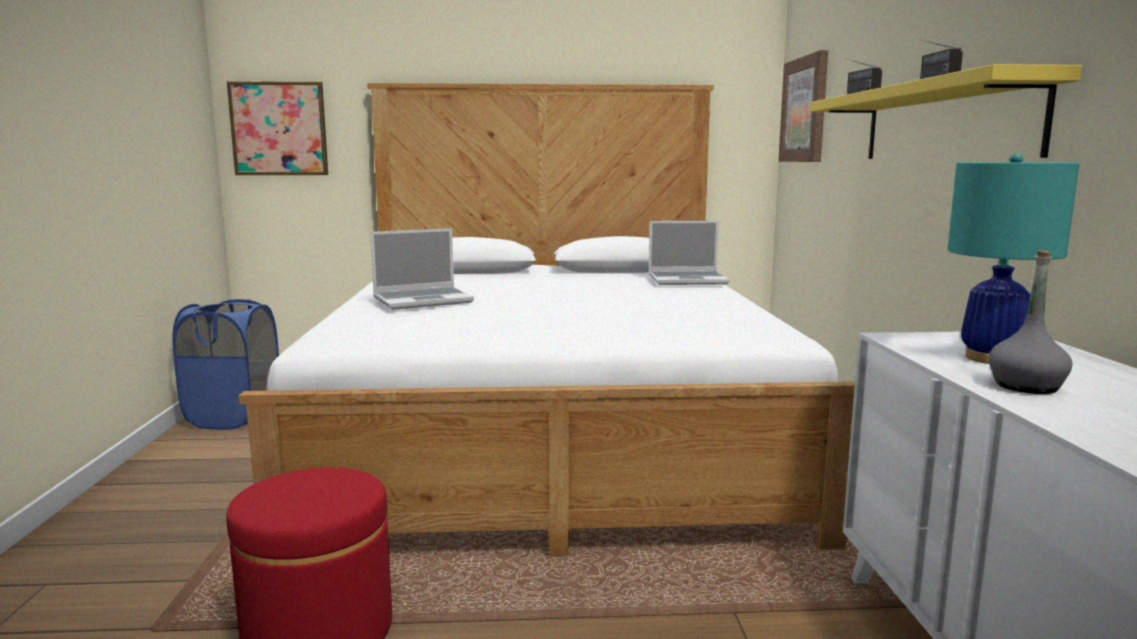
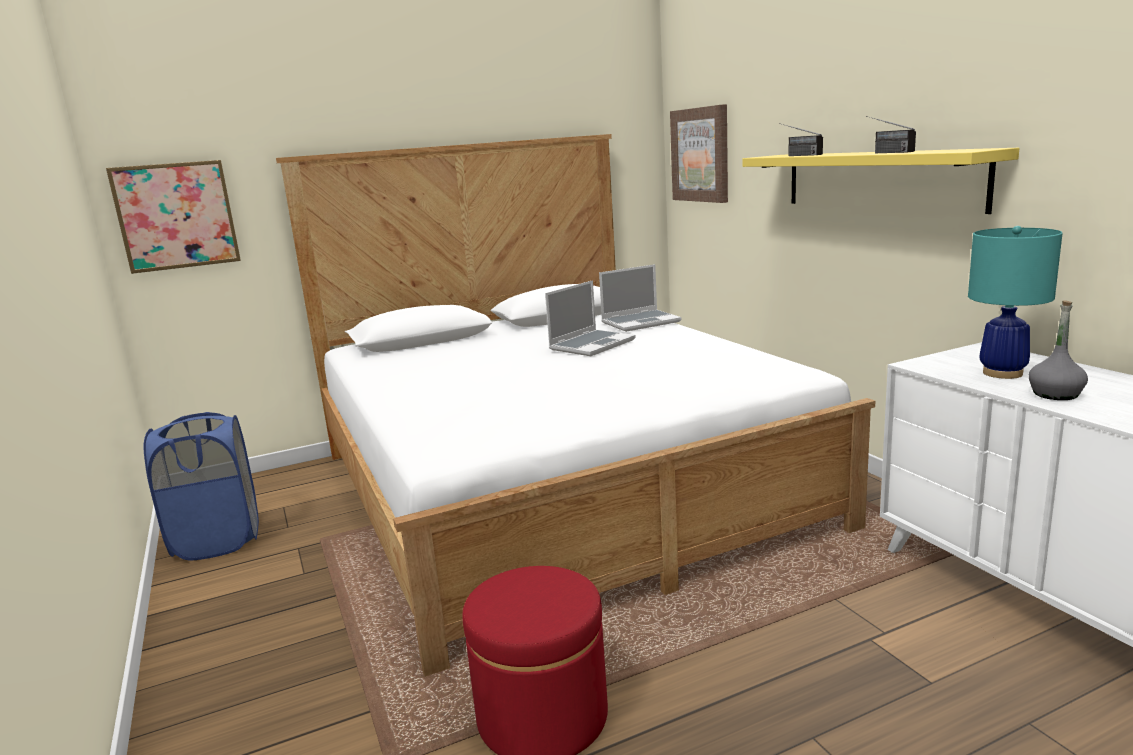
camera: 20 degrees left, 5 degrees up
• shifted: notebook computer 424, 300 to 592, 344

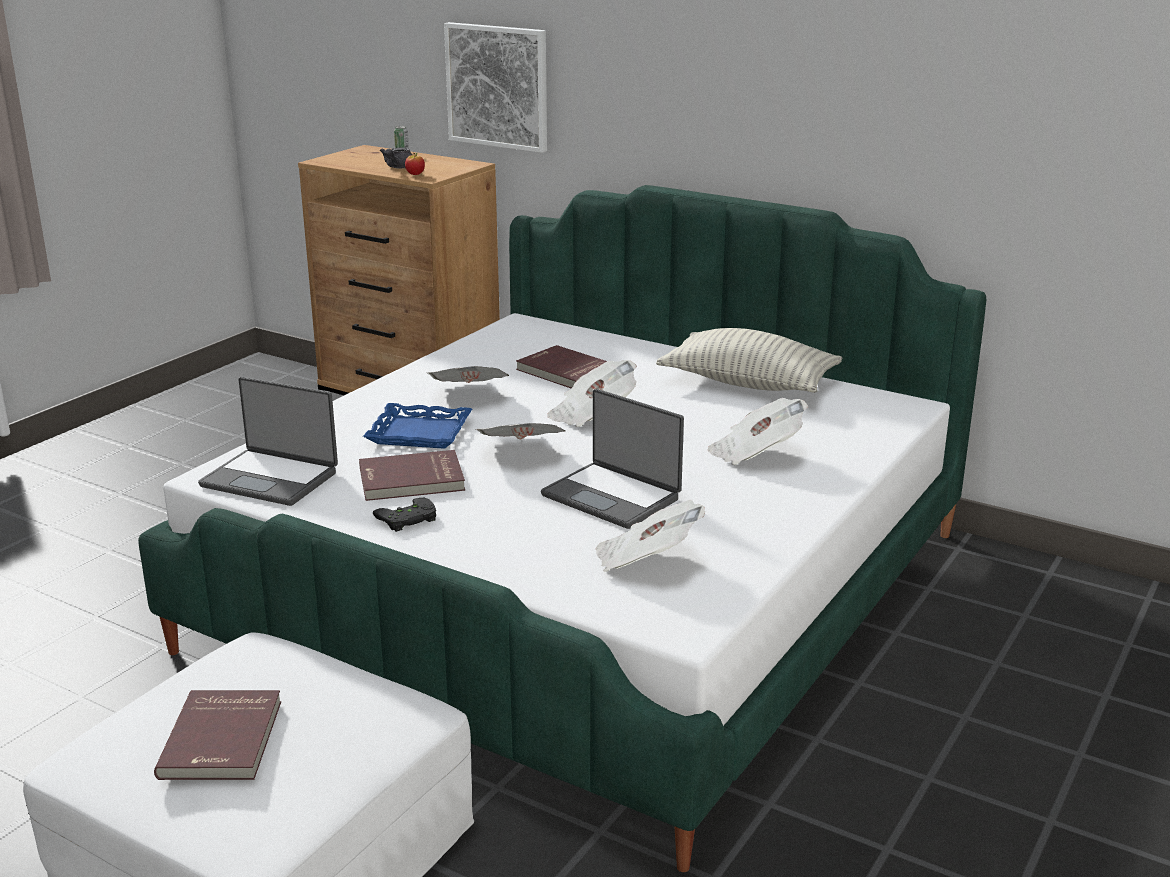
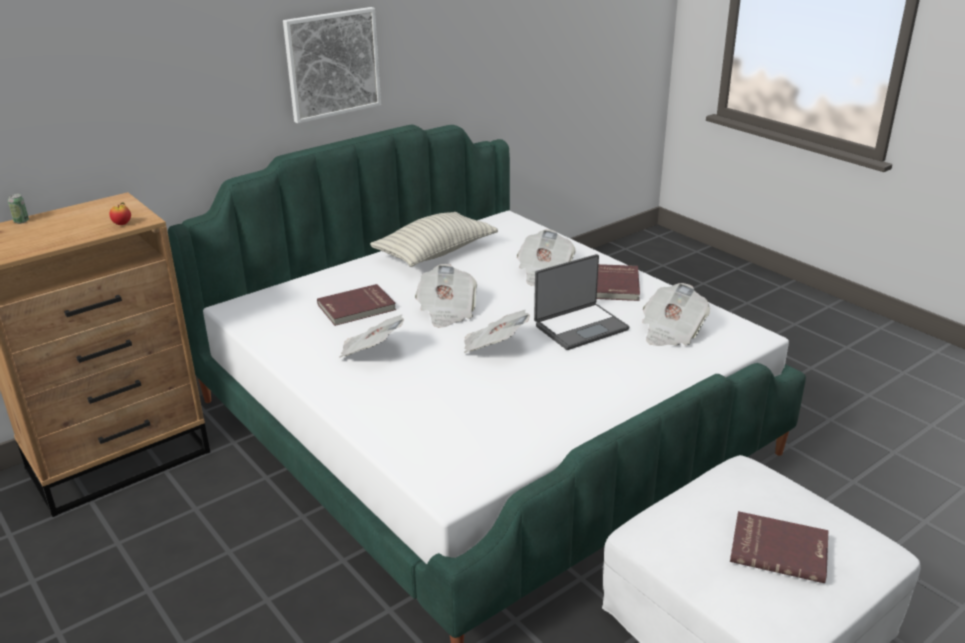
camera: 70 degrees left, 5 degrees up
• gone: notebook computer 271, 478
• gone: blue-coloured carrying tray 419, 433
• gone: black-coloured gamepad 408, 520
• gone: grey tea pot 398, 167
• shifted: red-coloured bound book 411, 480 to 616, 285
• shifted: wall art 498, 86 to 332, 64

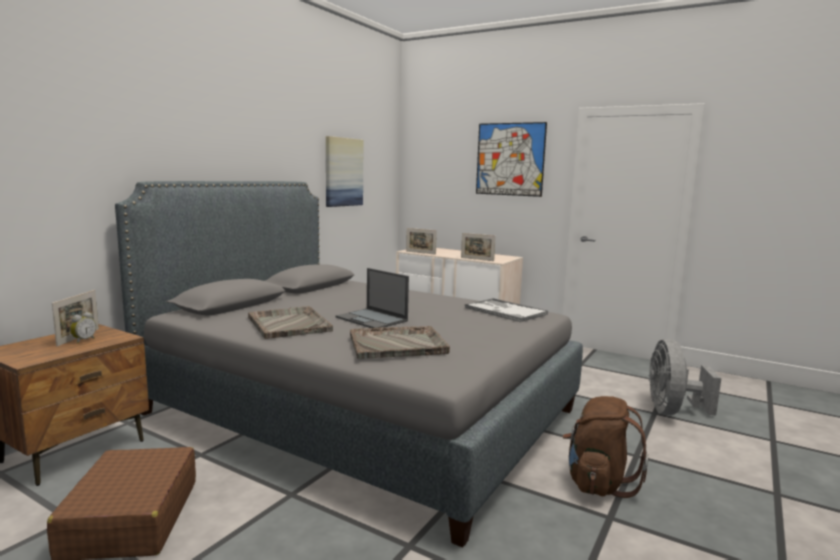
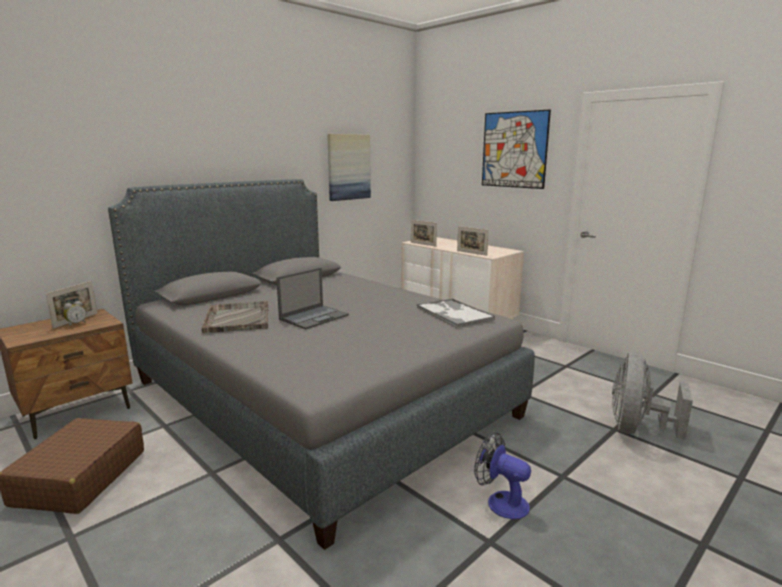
camera: 15 degrees right, 5 degrees up
• gone: grey carrying tray 398, 344
• swapped: brownish backpack 598, 483 to fan 501, 502
• rotated: notebook computer 372, 319 = 314, 317 105 degrees counterclockwise

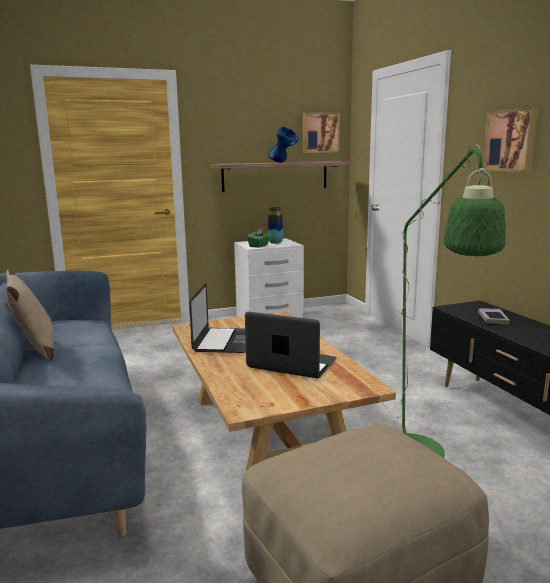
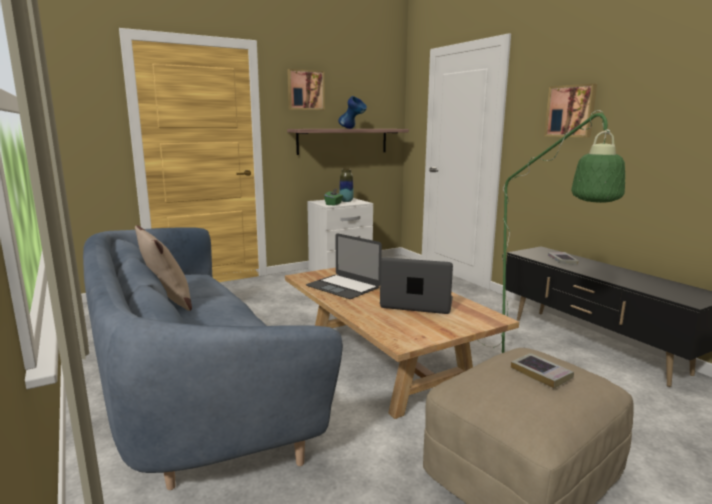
camera: 10 degrees left, 0 degrees up
• new: bound book 541, 374
• shifted: wall art 320, 132 to 305, 90
• rotated: notebook computer 224, 340 = 343, 286 135 degrees clockwise

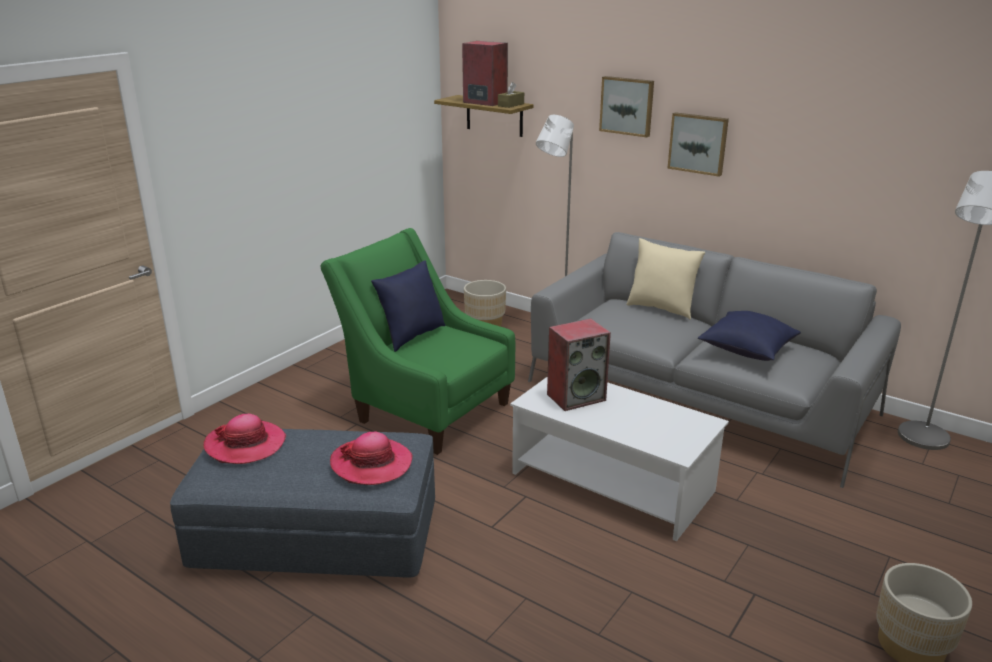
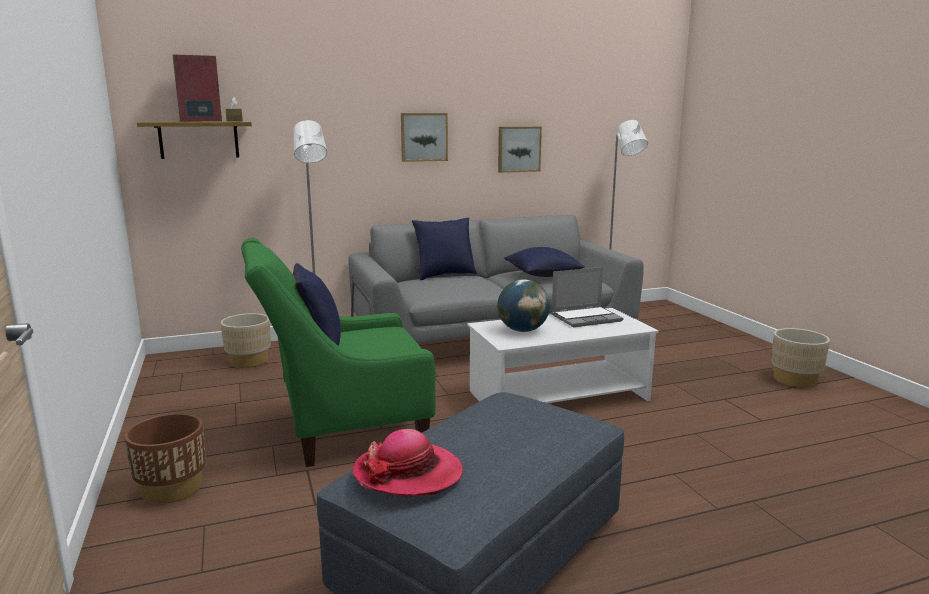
camera: 55 degrees left, 10 degrees down
• gone: wearable hat 371, 464
• new: brownish plant pot 172, 488
• new: notebook computer 586, 318
• shifted: wall art 627, 106 to 518, 149
• swapped: loudspeaker 576, 397 to globe 522, 330
• repainted: sand-coloured pillow 661, 308 to blue-coloured pillow 445, 275

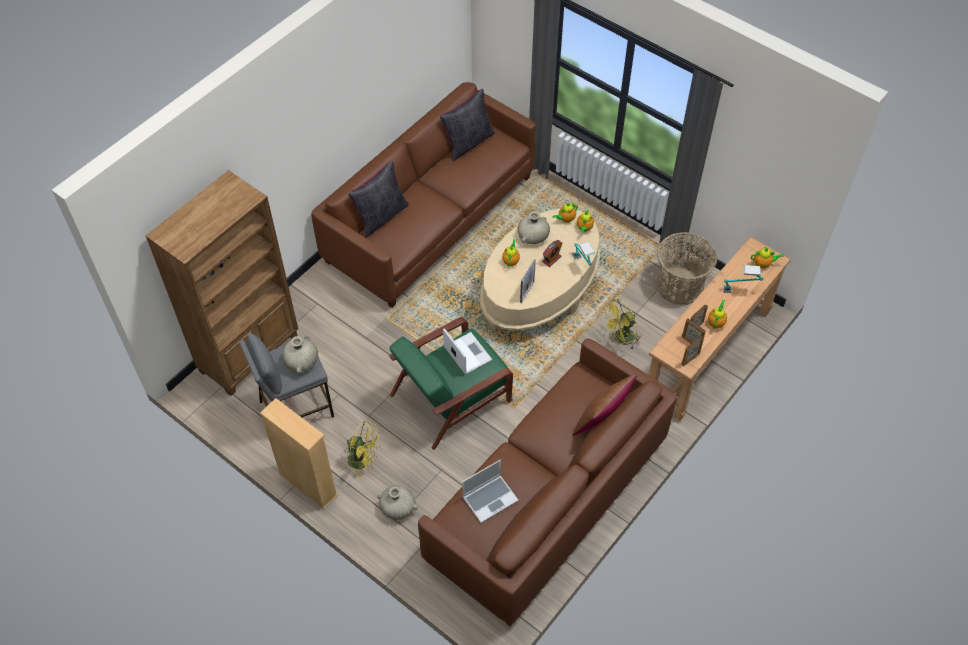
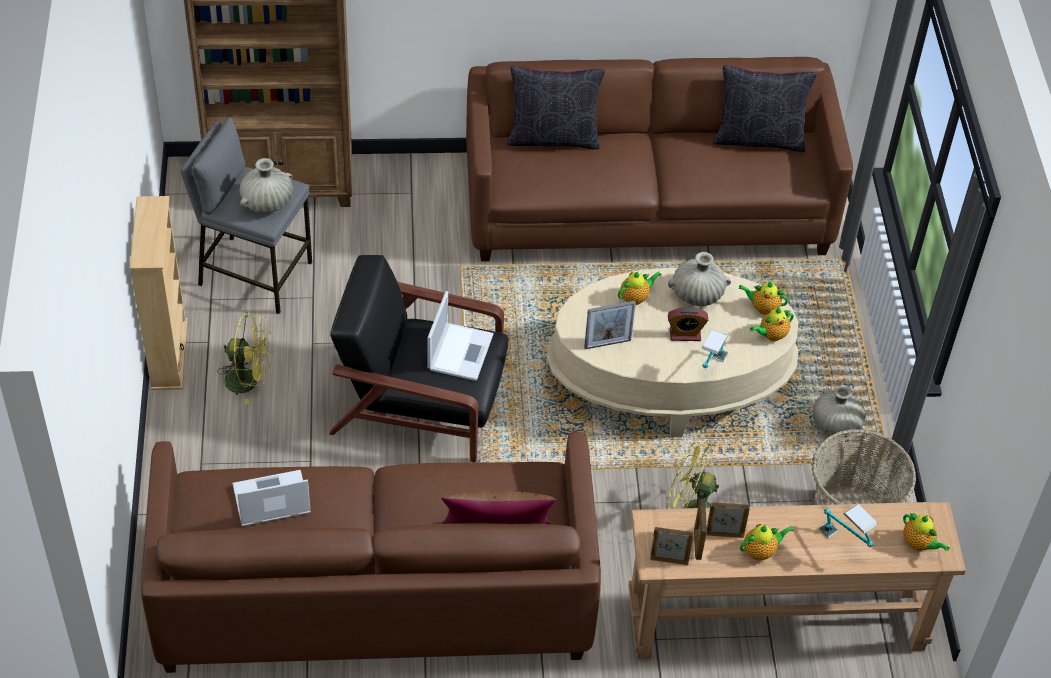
camera: 45 degrees right, 5 degrees down
• shifted: sand-coloured flower vase 398, 508 to 835, 425
• repainted: green-coloured easy chair 452, 396 to black-coloured easy chair 421, 402
• rotated: yellow-coloured fan 363, 460 = 249, 381 60 degrees counterclockwise
• rotated: notebook computer 490, 498 = 270, 501 150 degrees clockwise

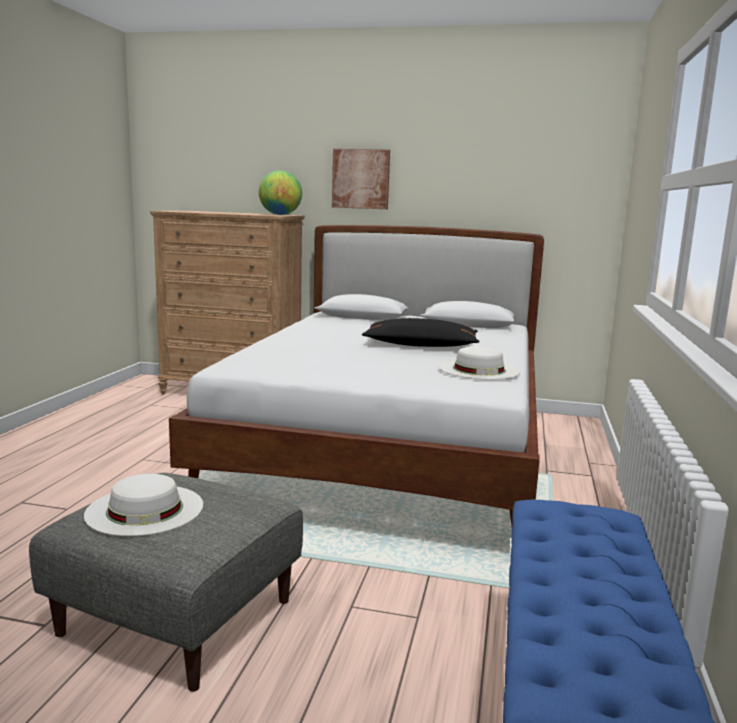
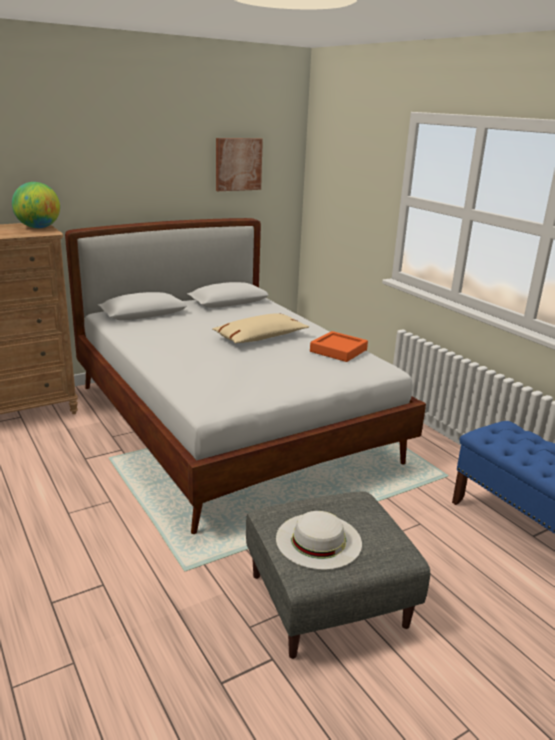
camera: 45 degrees left, 10 degrees up
• shifted: wall art 361, 179 to 238, 164
• swapped: white-coloured wearable hat 479, 369 to orangey carrying tray 338, 350
• repainted: black-coloured pillow 421, 346 to sand-coloured pillow 260, 337

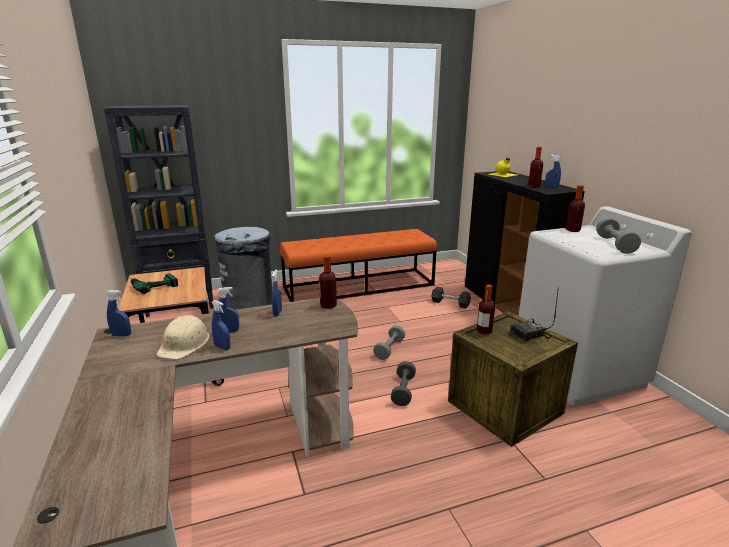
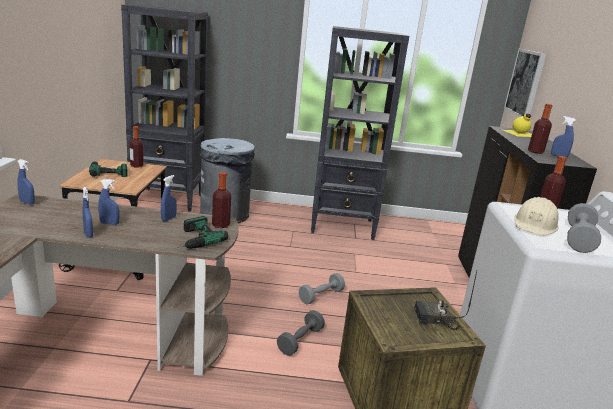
camera: 20 degrees right, 0 degrees up
• gone: grey dumbbell 450, 303
• new: power drill 192, 239
• new: wall art 525, 83
• shifted: sand-coloured hard hat 185, 344 to 535, 224
• shifted: beverage bottle 484, 331 to 137, 166
• swapped: orangey long seat 359, 286 to black-coloured bookcase 343, 226

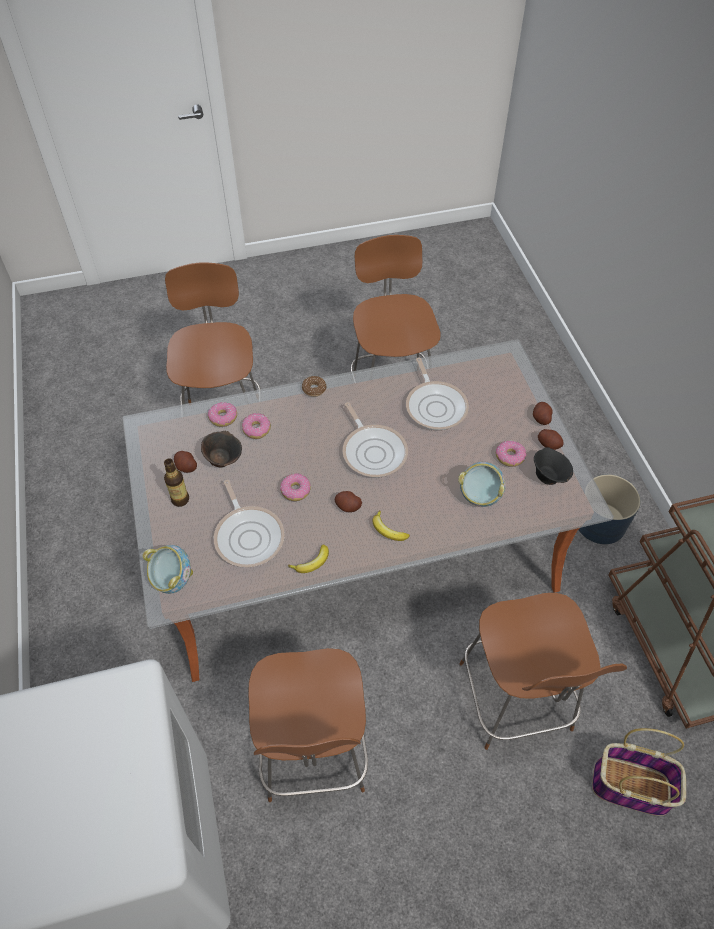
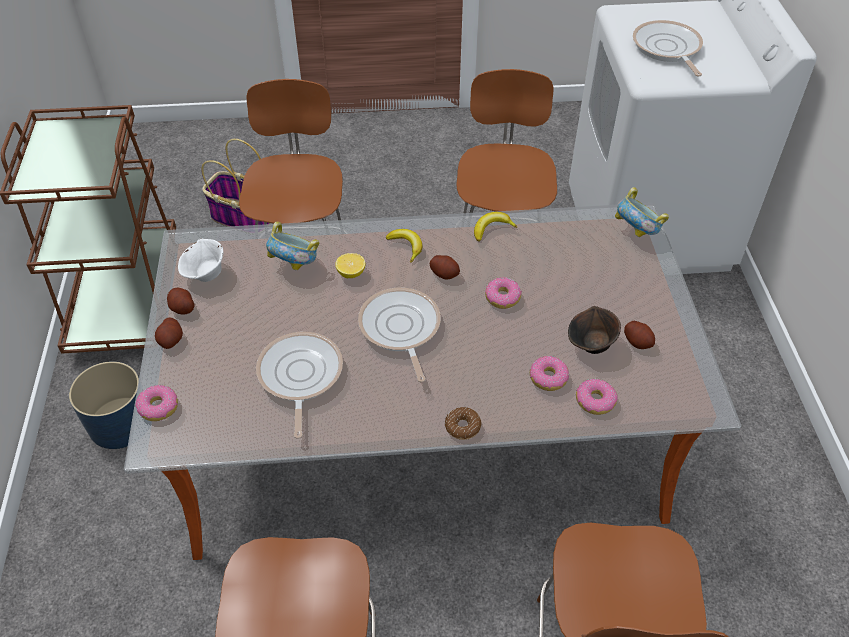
camera: 170 degrees left, 5 degrees down
• gone: beverage bottle 180, 499
• new: lemon 351, 273
• shifted: frying pan 249, 536 to 667, 49
• shifted: ring doughnut 510, 456 to 158, 407
• repainted: black-coloured bowl 549, 476 to white-coloured bowl 205, 275

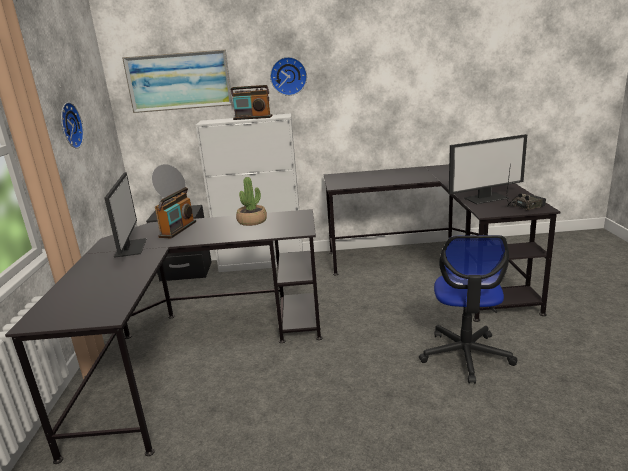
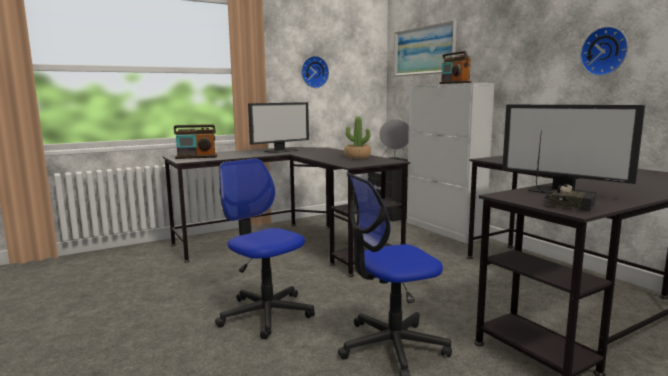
camera: 60 degrees right, 10 degrees down
• new: desk chair 266, 314
• shifted: radio 178, 229 to 196, 157
• shifted: hanging clock 288, 76 to 605, 51

